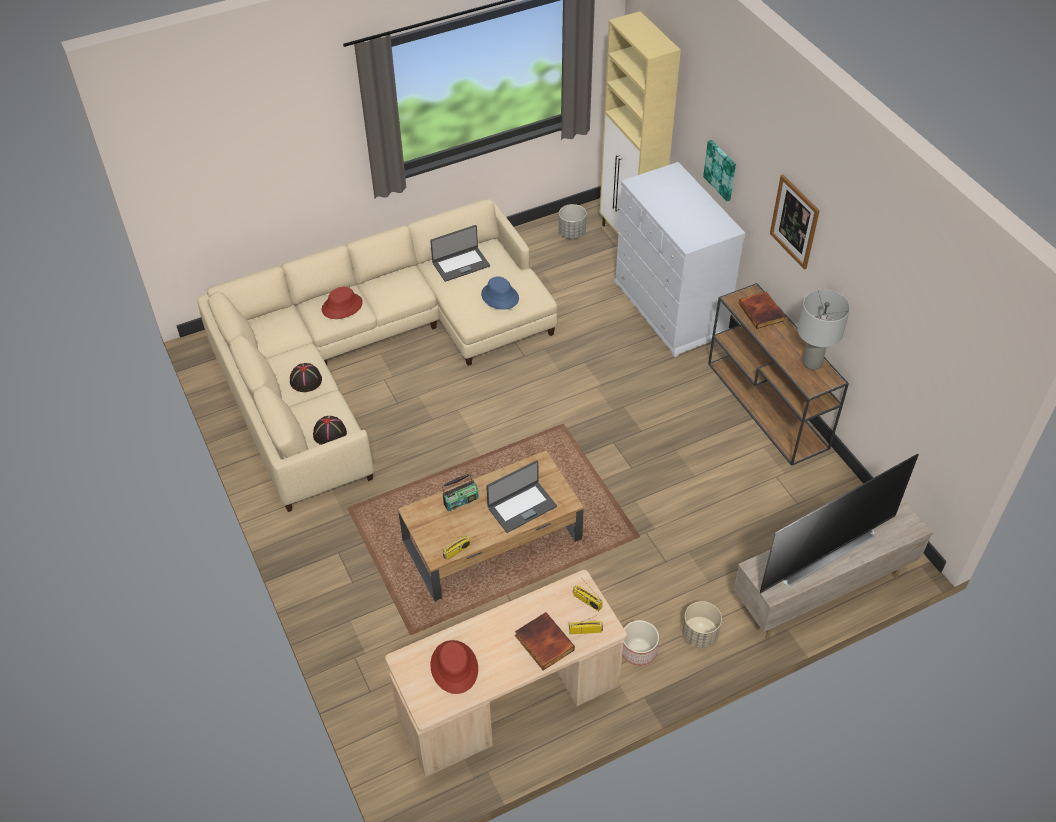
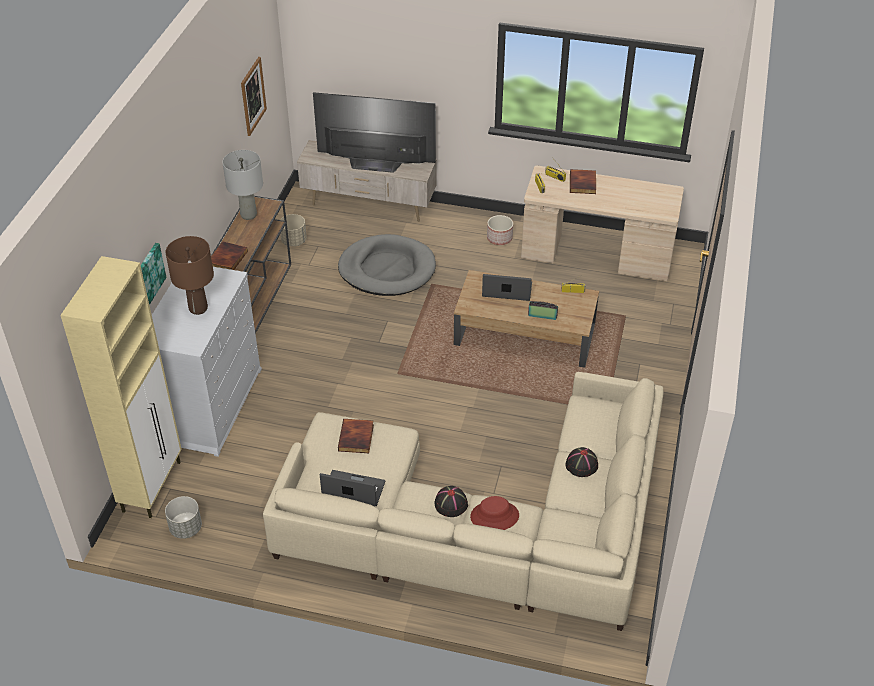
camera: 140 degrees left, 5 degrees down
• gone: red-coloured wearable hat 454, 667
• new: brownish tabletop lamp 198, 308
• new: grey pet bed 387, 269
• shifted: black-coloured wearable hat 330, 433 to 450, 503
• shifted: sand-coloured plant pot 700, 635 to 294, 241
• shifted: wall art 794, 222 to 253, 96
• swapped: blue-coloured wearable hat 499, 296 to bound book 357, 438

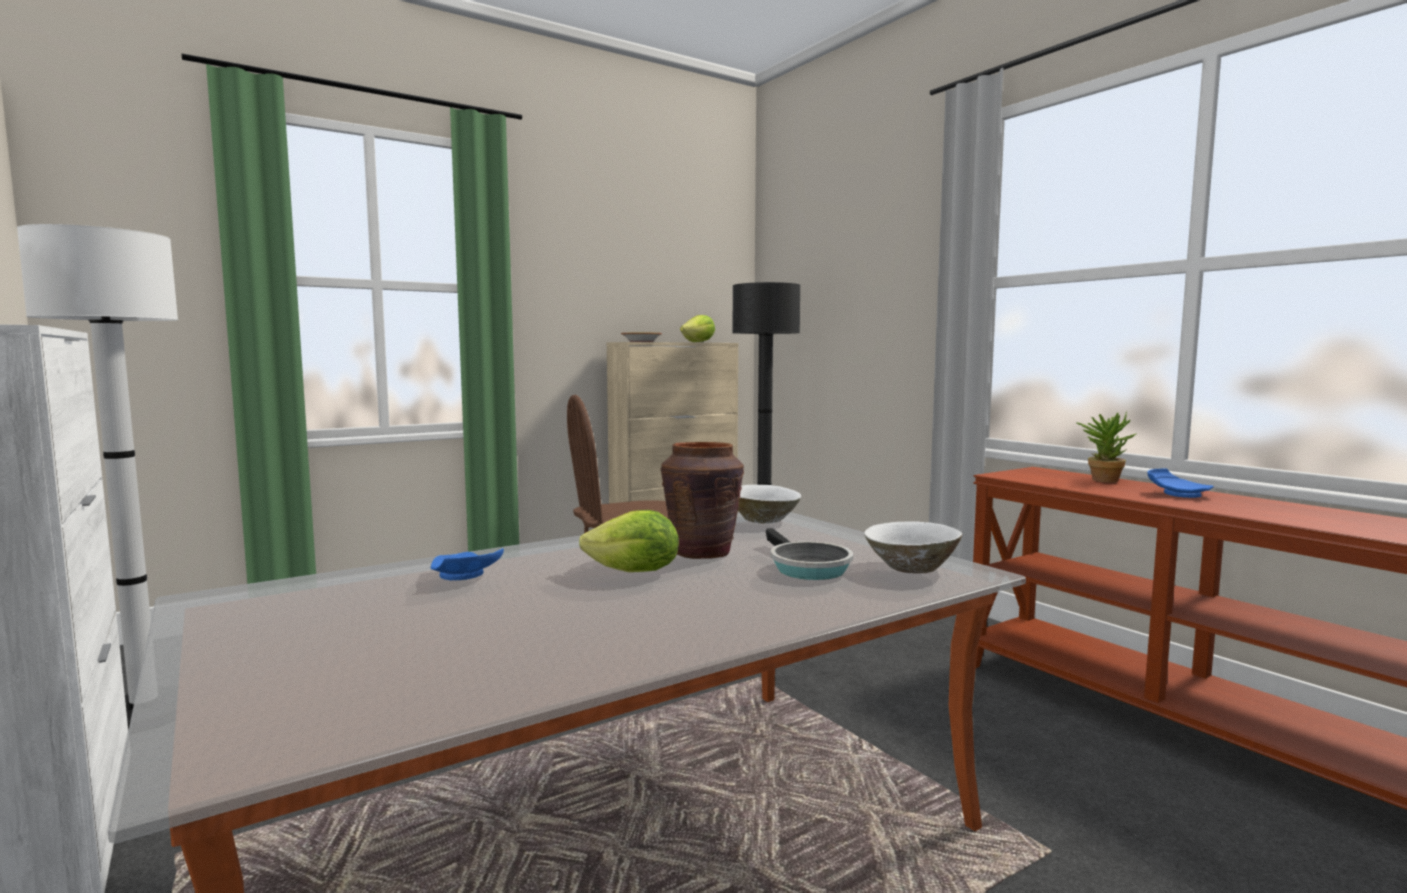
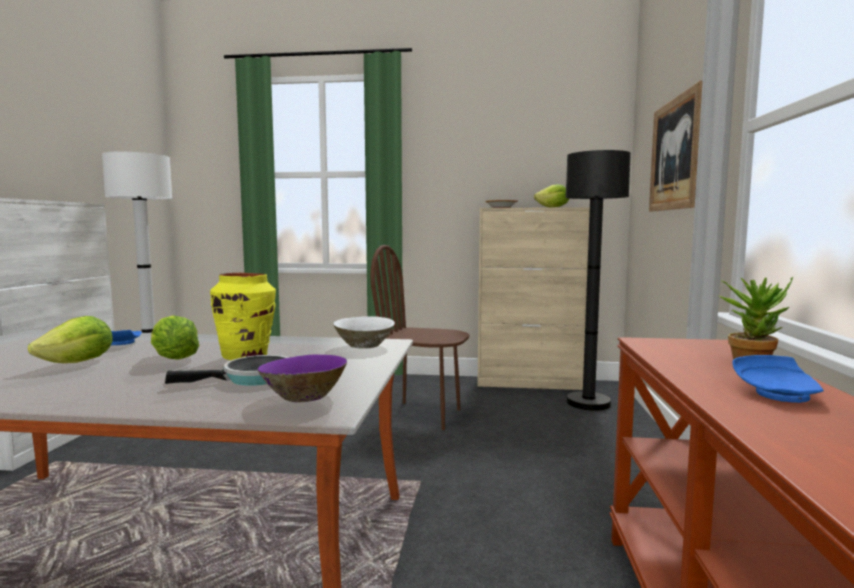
camera: 40 degrees right, 0 degrees up
• new: lettuce 78, 363
• new: wall art 675, 154
• repainted: brownish flower vase 702, 553 to yellow-coloured flower vase 246, 356
• repainted: white-coloured bowl 911, 568 to purple-coloured bowl 304, 396
• rotated: frying pan 806, 567 = 252, 378 135 degrees counterclockwise

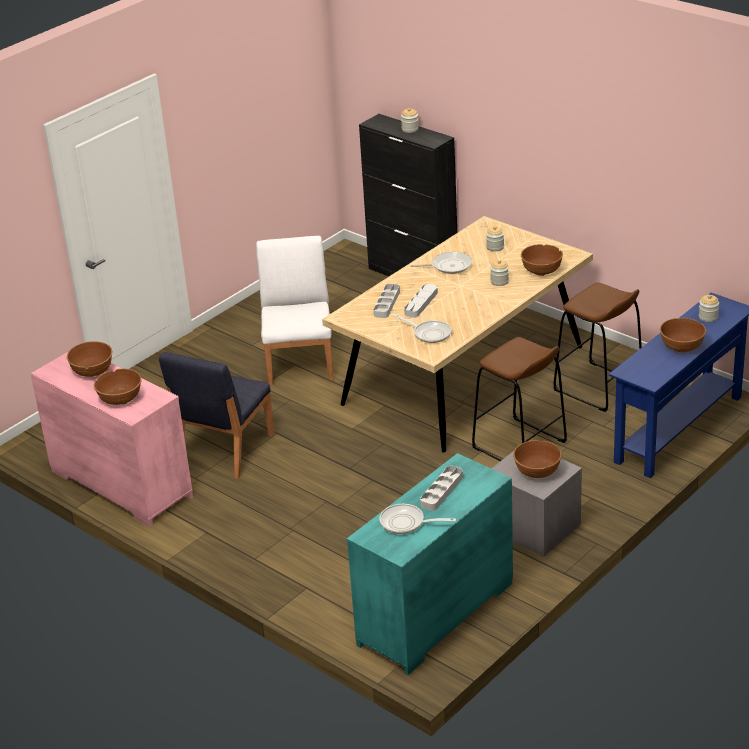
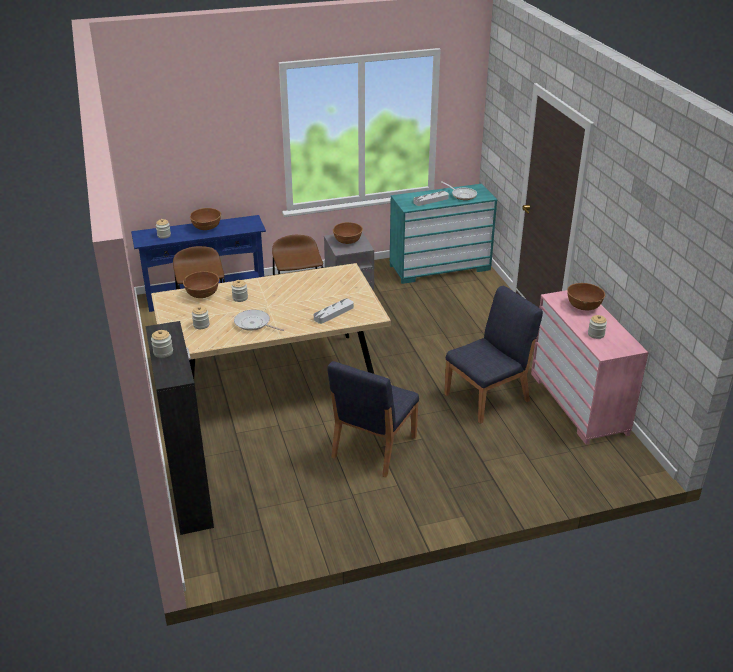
camera: 150 degrees left, 0 degrees up
• gone: frying pan 429, 333
• gone: grey carrying tray 421, 303
• swapped: brownish bowl 92, 371 to storage jar 596, 334
• repainted: white-coloured upright chair 300, 361 to blue-coloured upright chair 373, 447

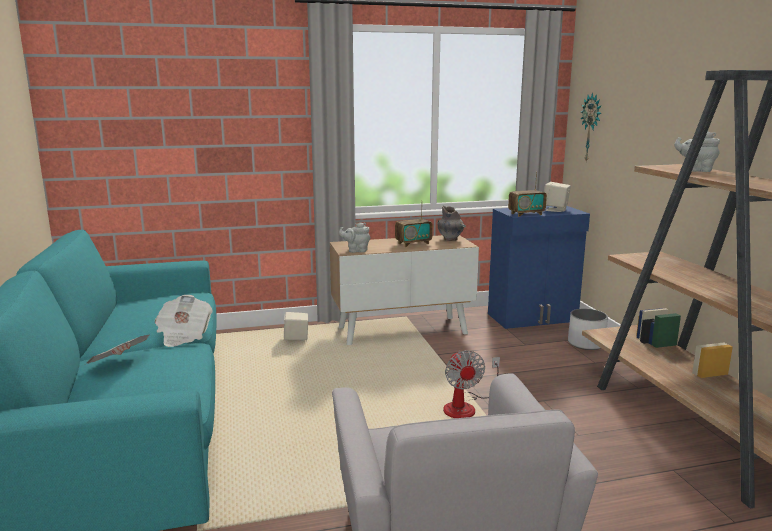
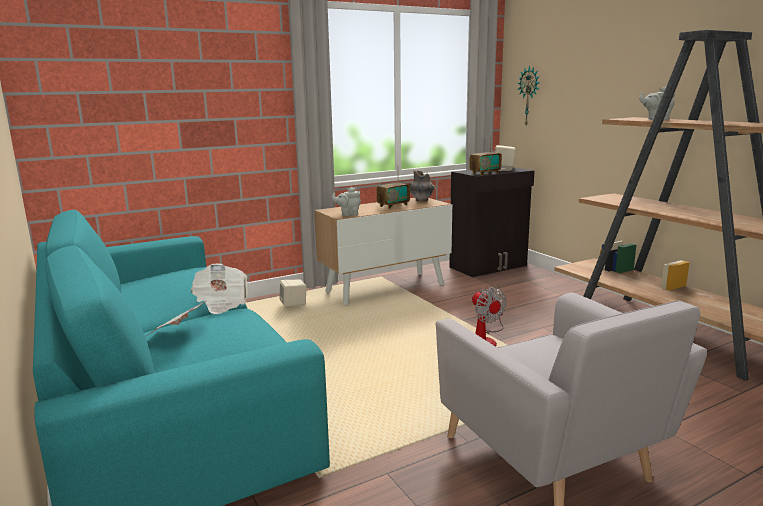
camera: 15 degrees left, 0 degrees up
• gone: white-coloured plant pot 586, 343
• repainted: blue-coloured cupboard 533, 318 to black-coloured cupboard 489, 266

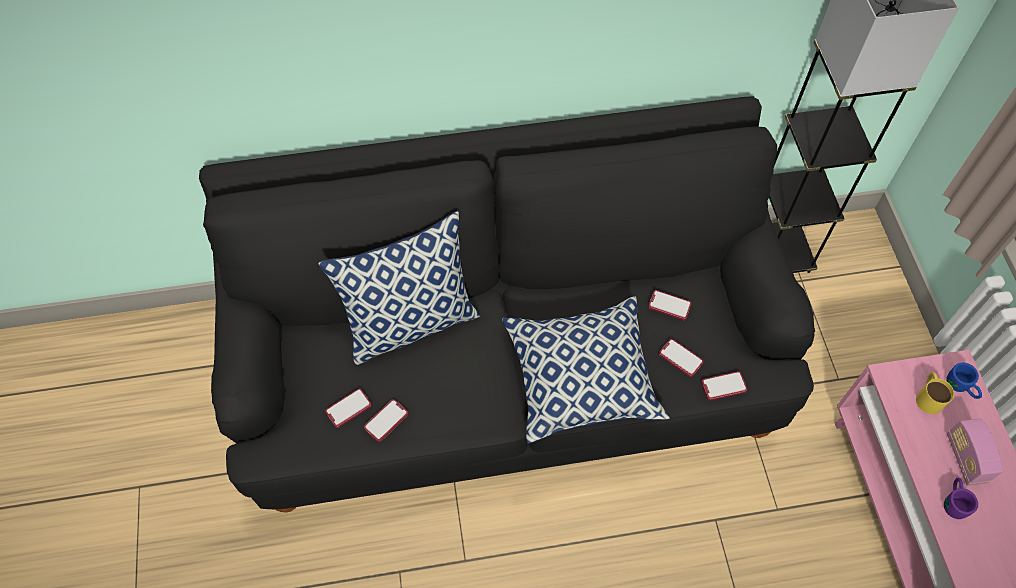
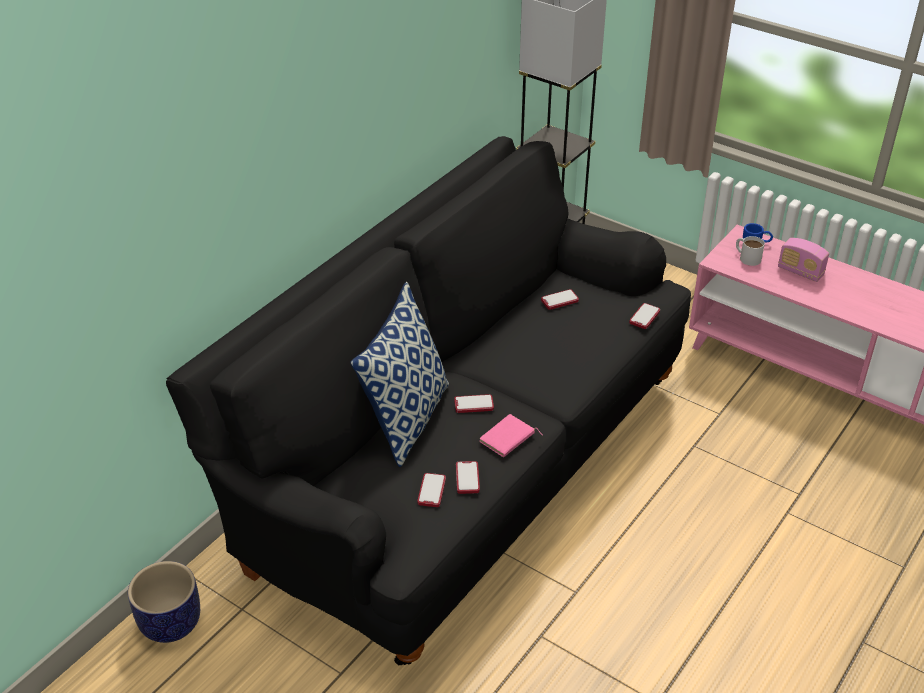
camera: 45 degrees left, 20 degrees down
• gone: pillow 582, 378
• gone: purple-coloured coffee mug 954, 501
• new: plant pot 171, 623
• new: pink bound book 508, 439
• shifted: handset 680, 358 to 474, 404
• repainted: yellow-coloured coffee mug 928, 396 to white-coloured coffee mug 747, 257

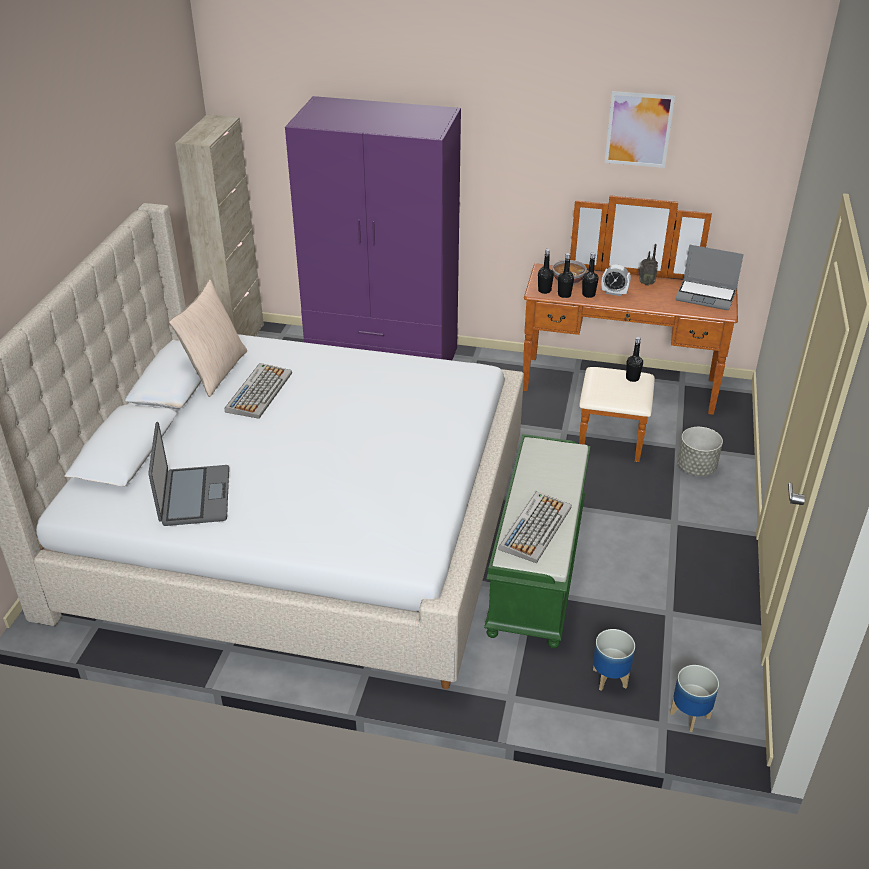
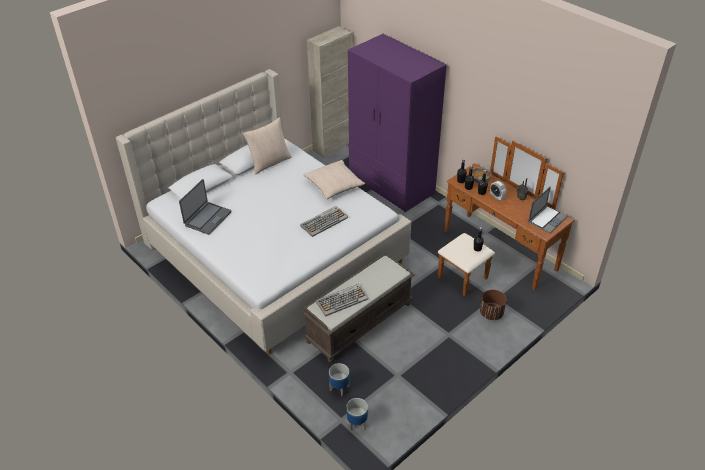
camera: 35 degrees right, 5 degrees up
• gone: wall art 639, 129
• new: sand-coloured pillow 334, 185
• shifted: computer keyboard 259, 391 to 324, 221
• repainted: green-coloured long seat 536, 566 to brownish long seat 359, 321
• repainted: grey plant pot 696, 468 to brownish plant pot 491, 313
• rotated: notebook computer 706, 296 = 547, 219 105 degrees counterclockwise

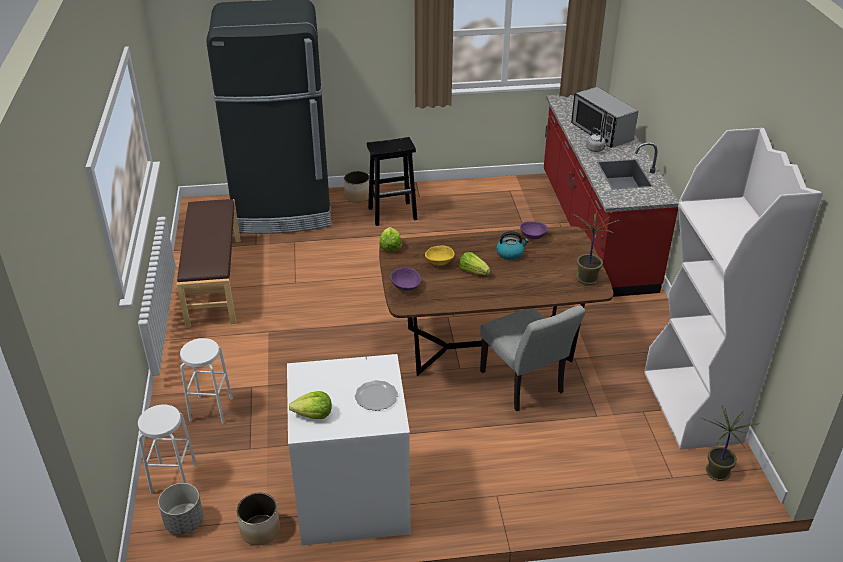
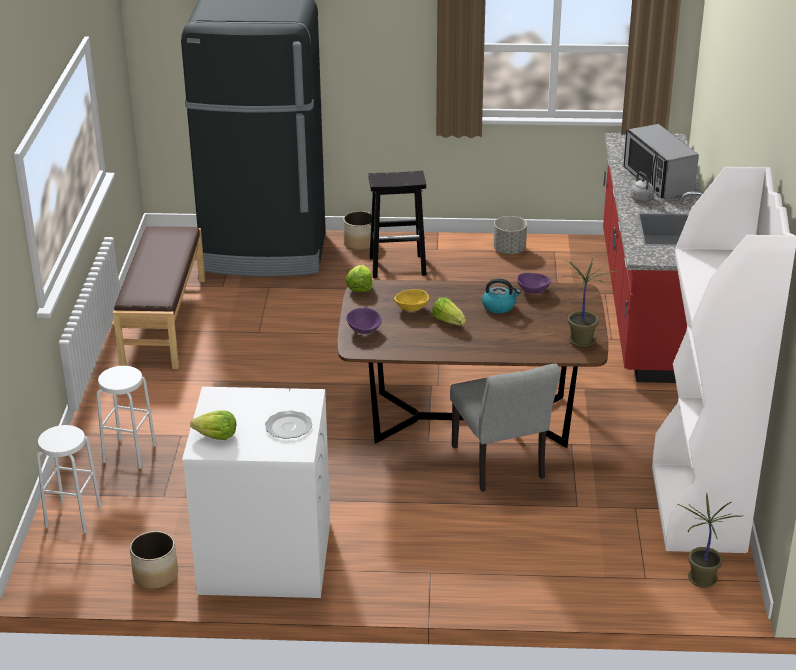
camera: 10 degrees right, 5 degrees down
• shifted: grey plant pot 184, 522 to 509, 250

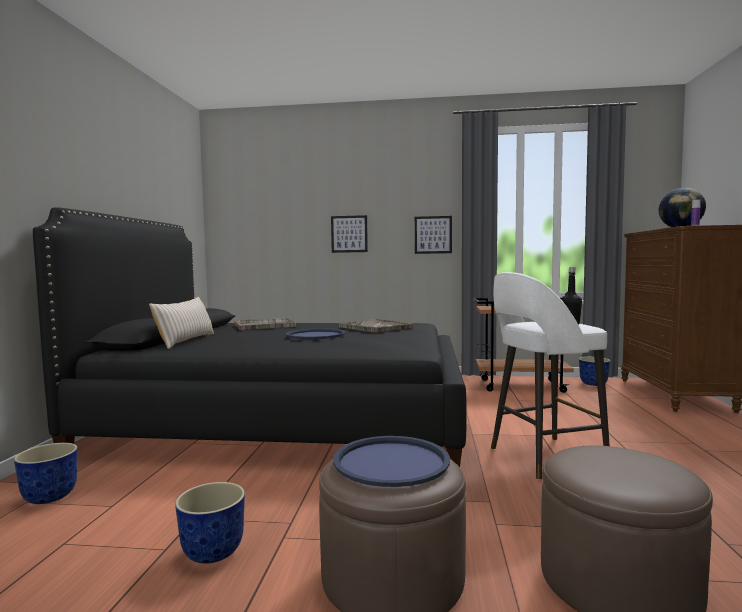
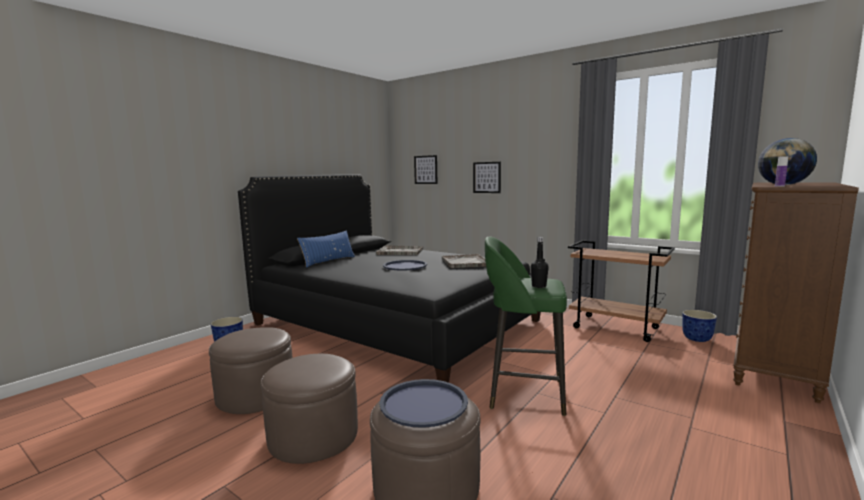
camera: 30 degrees right, 5 degrees up
• shifted: blue-coloured carrying tray 391, 462 to 423, 403
• shifted: wall art 433, 235 to 425, 169
• swapped: plant pot 212, 552 to brownish ottoman 256, 394
• repainted: sand-coloured pillow 186, 341 to blue-coloured pillow 328, 261
• repainted: white-coloured stool seat 544, 457 to green-coloured stool seat 524, 393

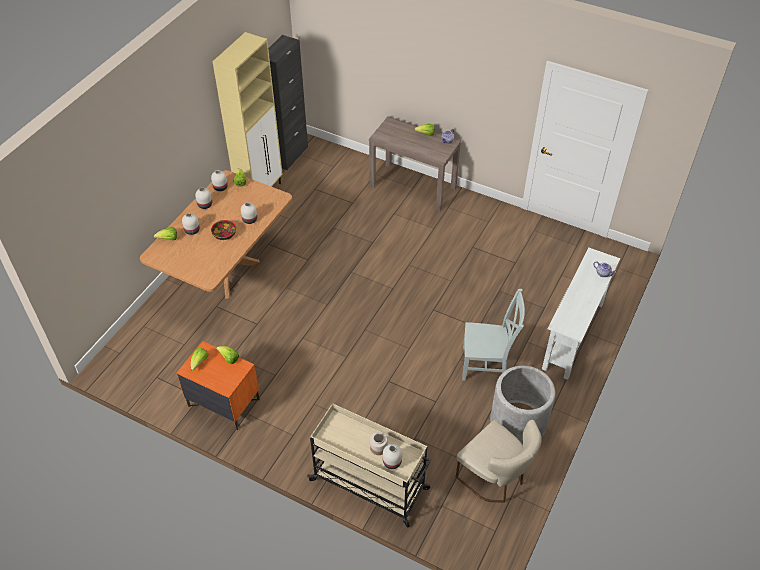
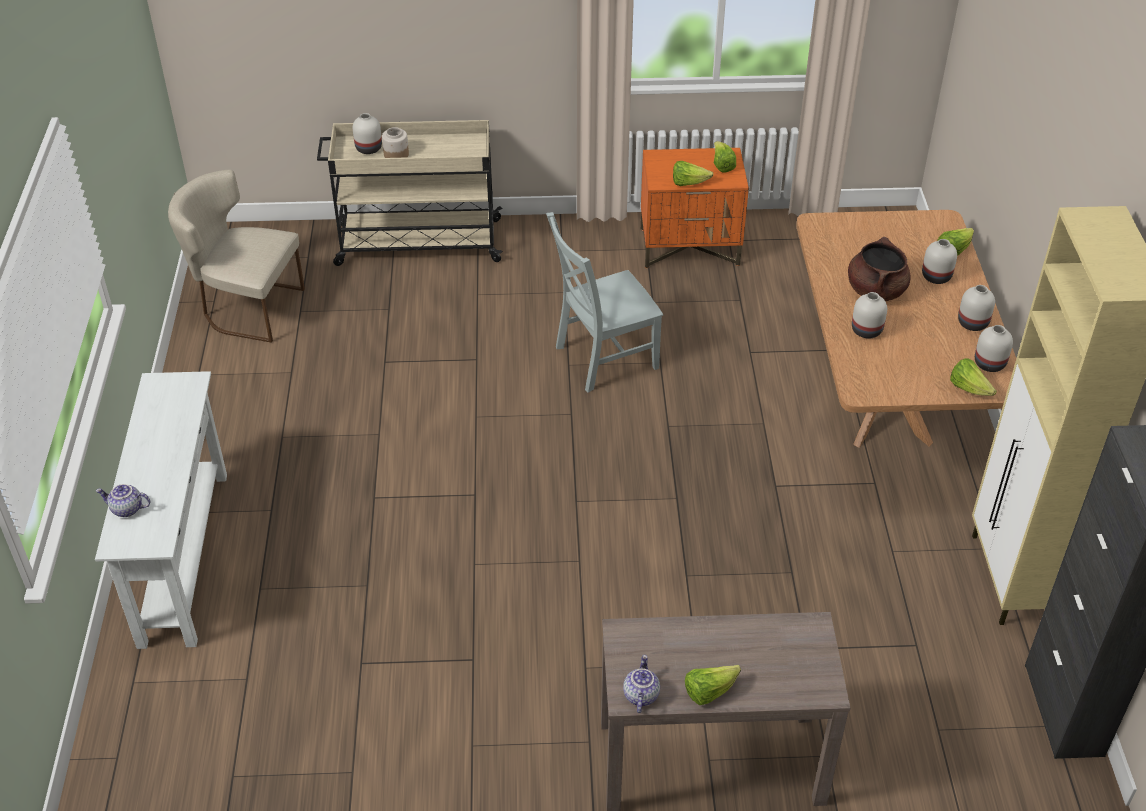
camera: 150 degrees right, 5 degrees down
• gone: grey plant pot 518, 422
• shifted: grey upright chair 487, 365 to 602, 358
• swapped: bowl 225, 235 to brownish cooking pot 875, 290

